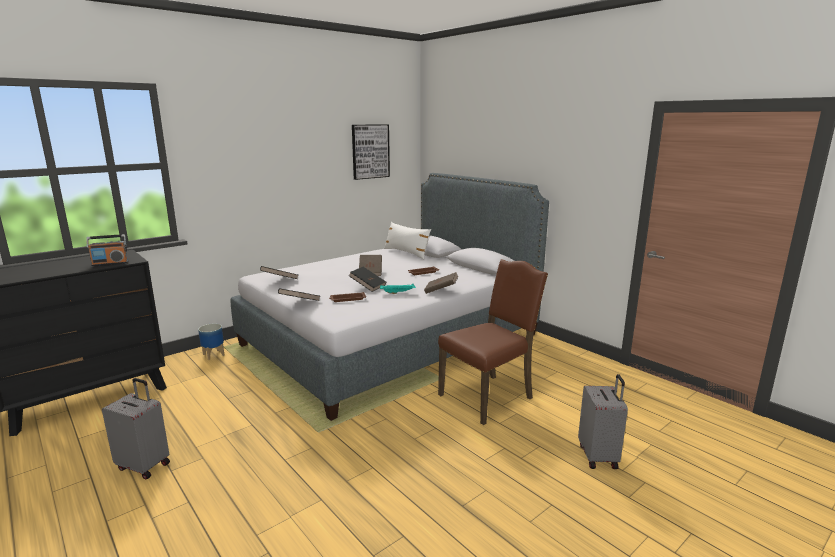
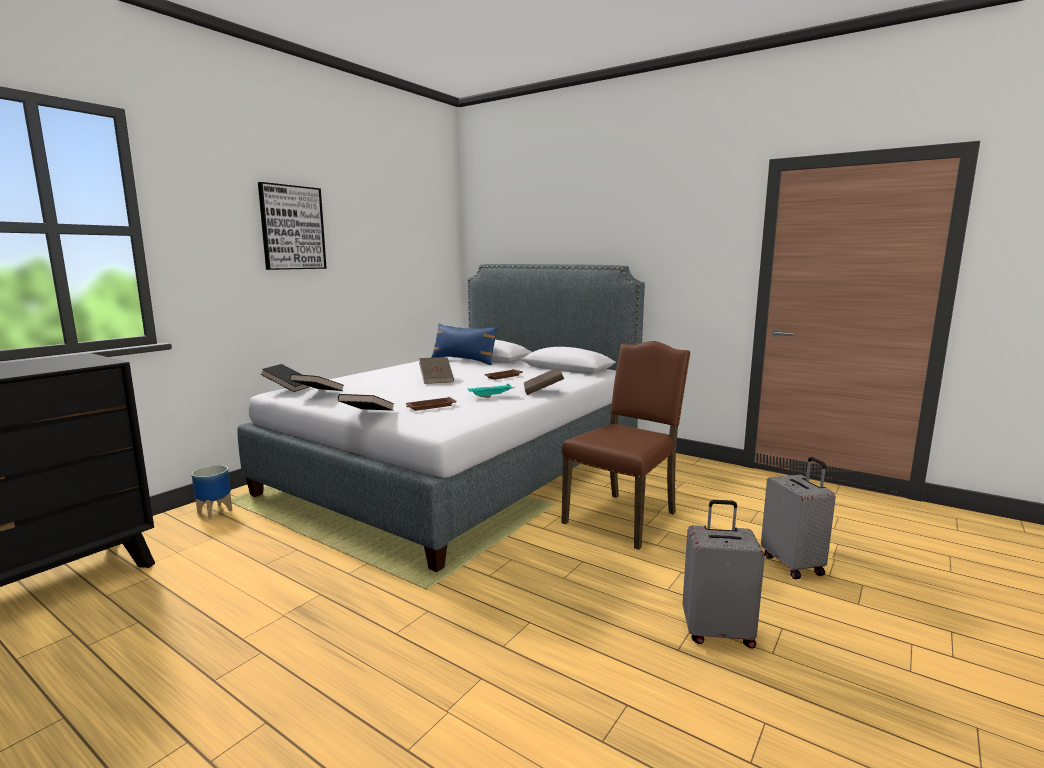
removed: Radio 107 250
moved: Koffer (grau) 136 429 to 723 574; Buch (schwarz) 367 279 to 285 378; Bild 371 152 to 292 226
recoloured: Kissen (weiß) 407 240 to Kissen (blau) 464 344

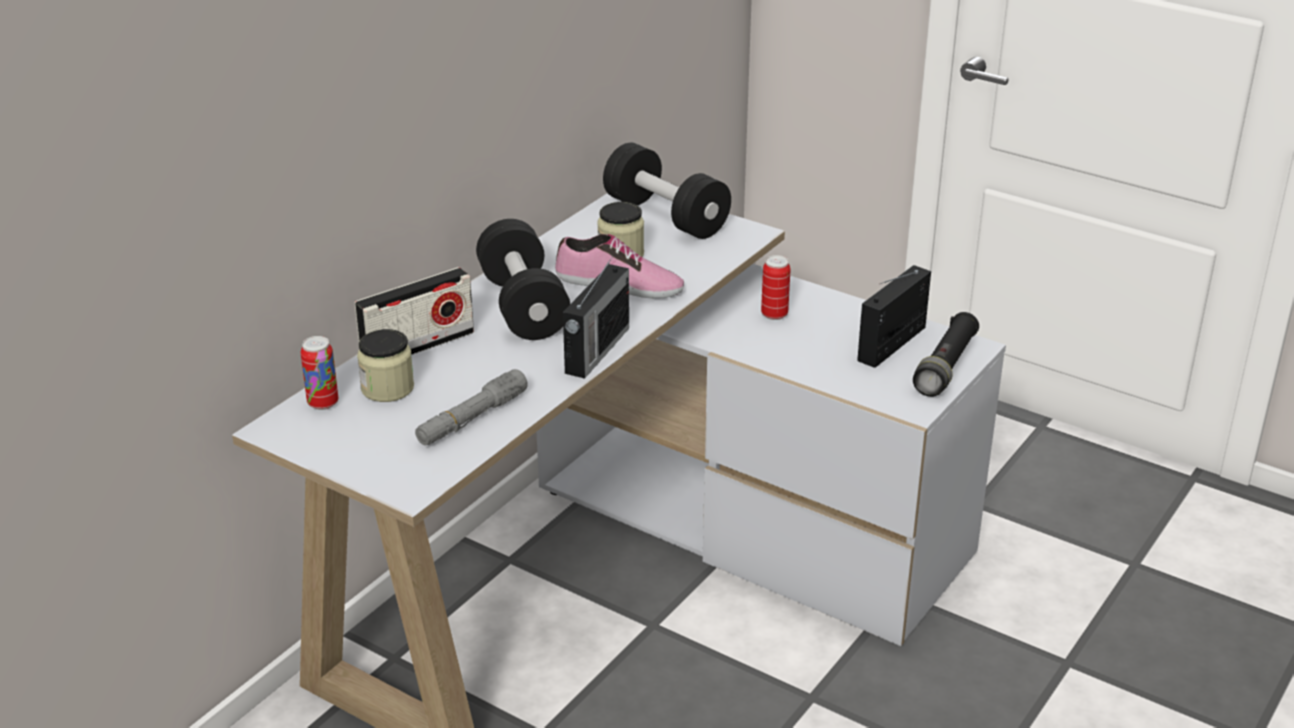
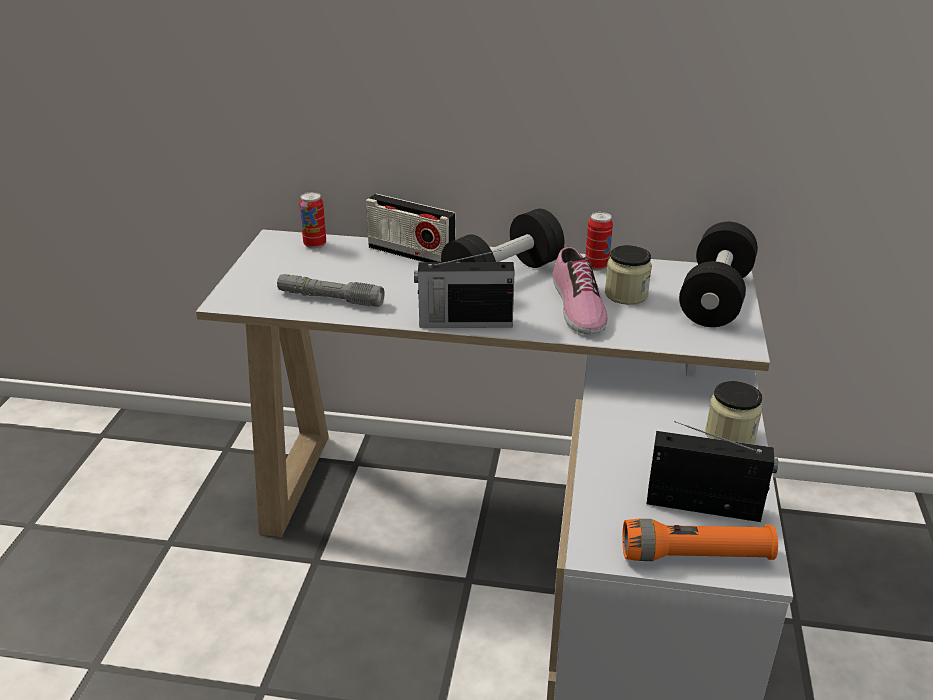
moved: Vorratsglas 385 365 to 733 412; Dose 776 287 to 599 241
recoloured: Taschenlampe (schwarz) 946 354 to Taschenlampe (orange) 700 540

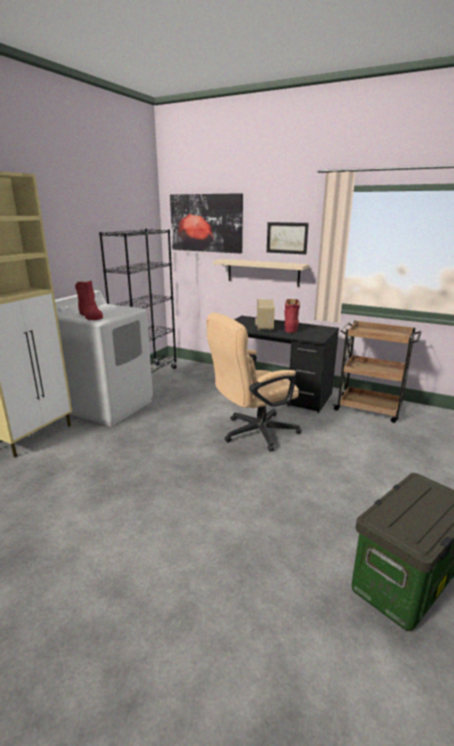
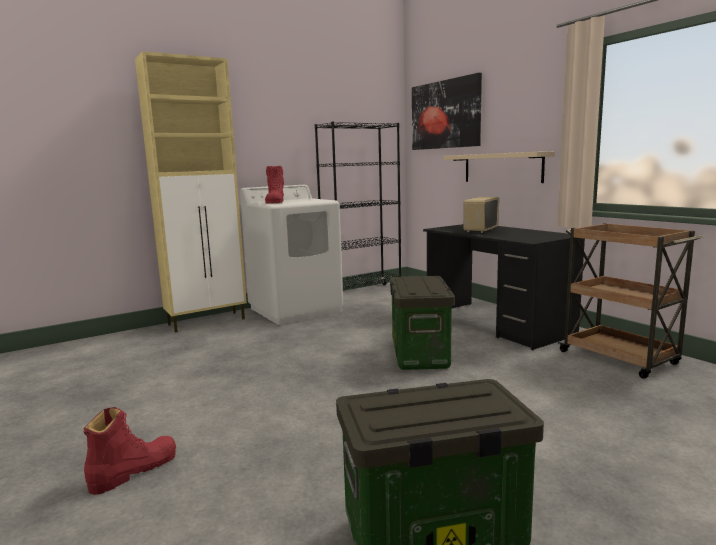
removed: Bild 288 238
moved: Stiefel (rot) 292 316 to 130 451
replaced: Bürostuhl (beige) 254 382 to Aufbewahrungsbox 422 323

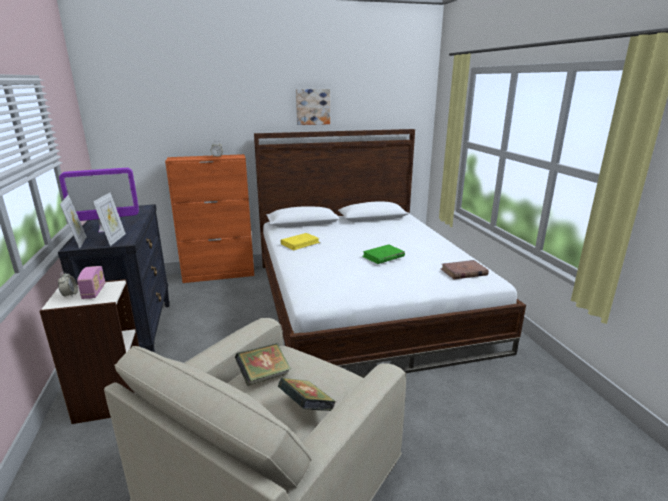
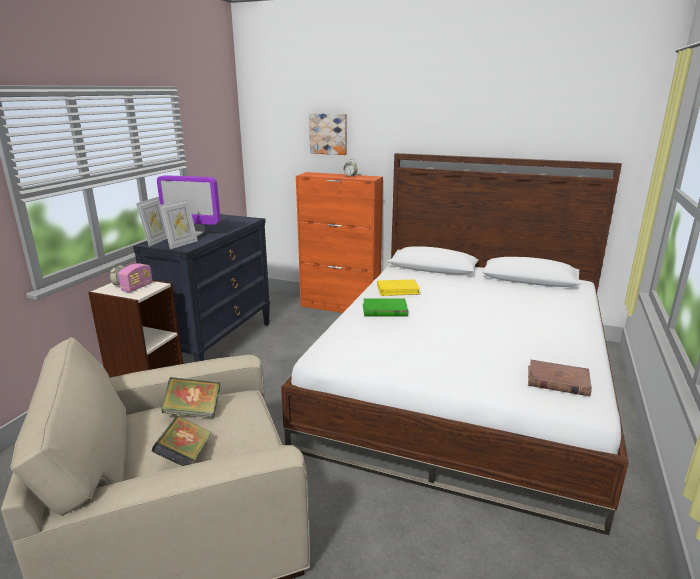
moved: Bild 313 107 to 328 134; Buch (grün) 383 254 to 385 307

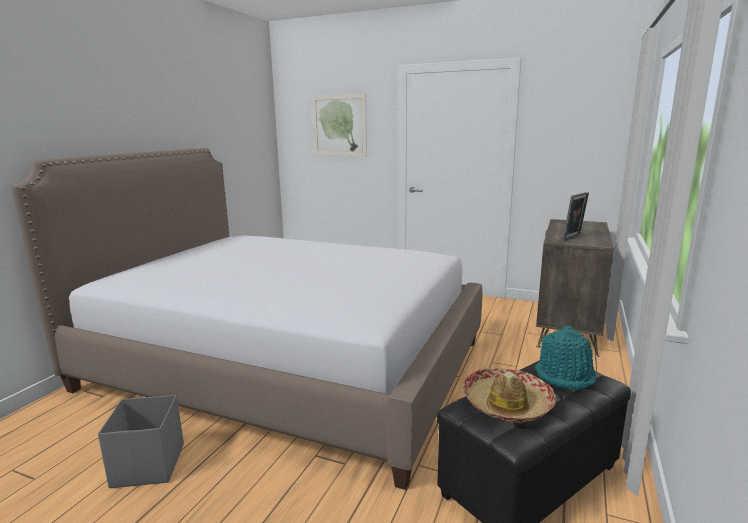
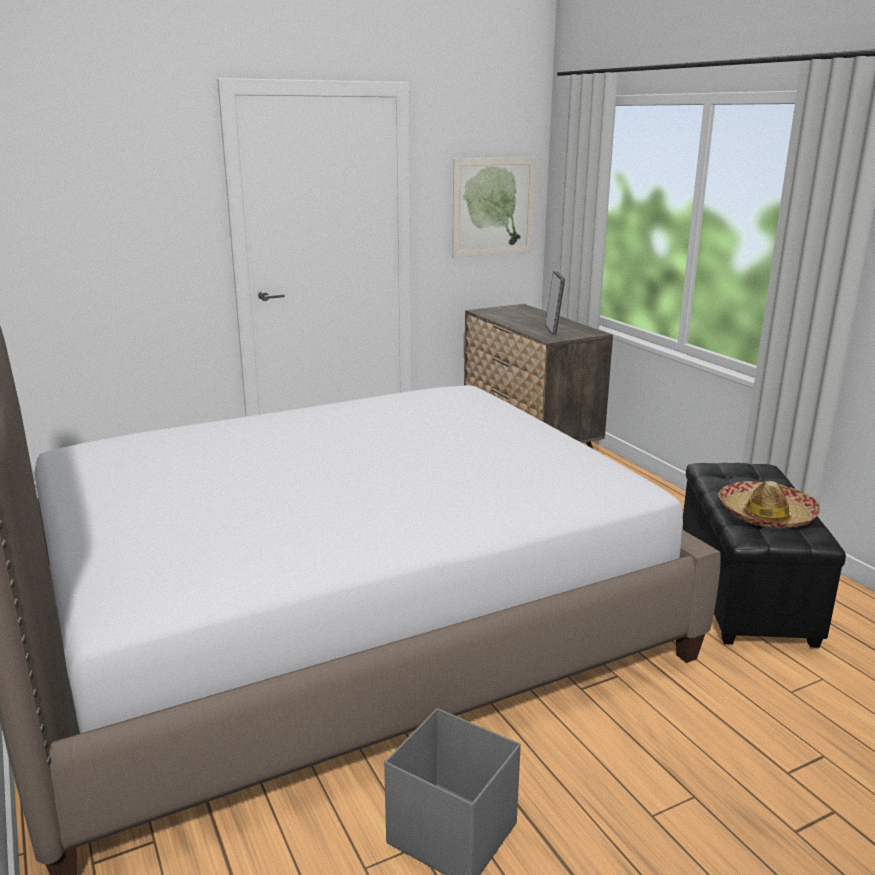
removed: Hut (türkis) 565 357
moved: Bild 339 125 to 494 207

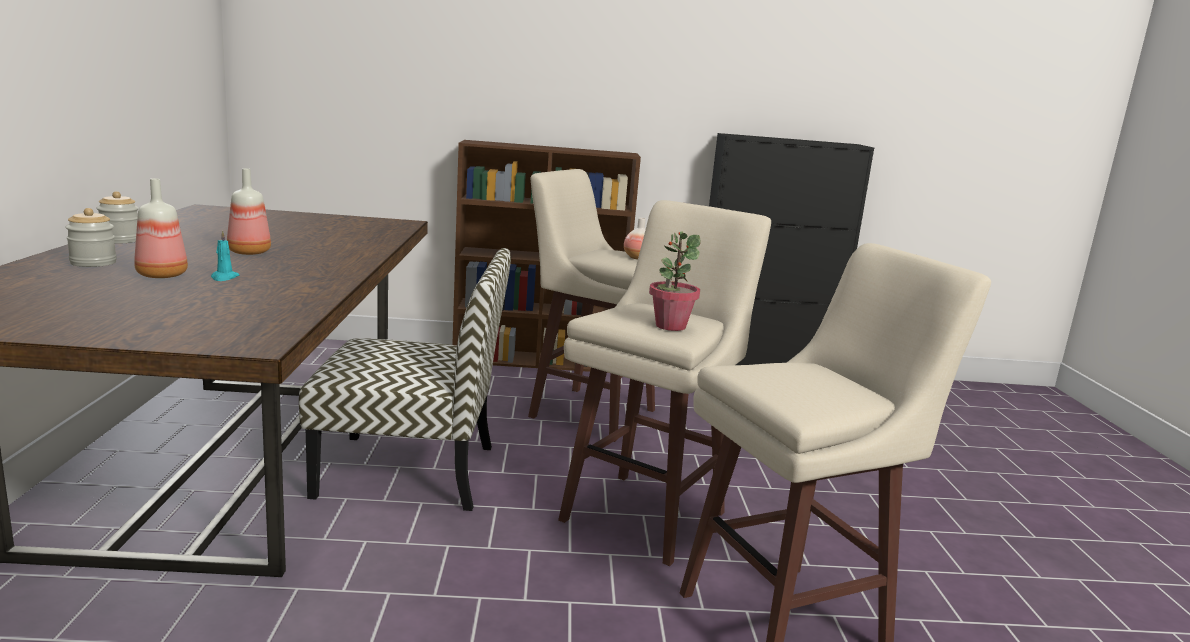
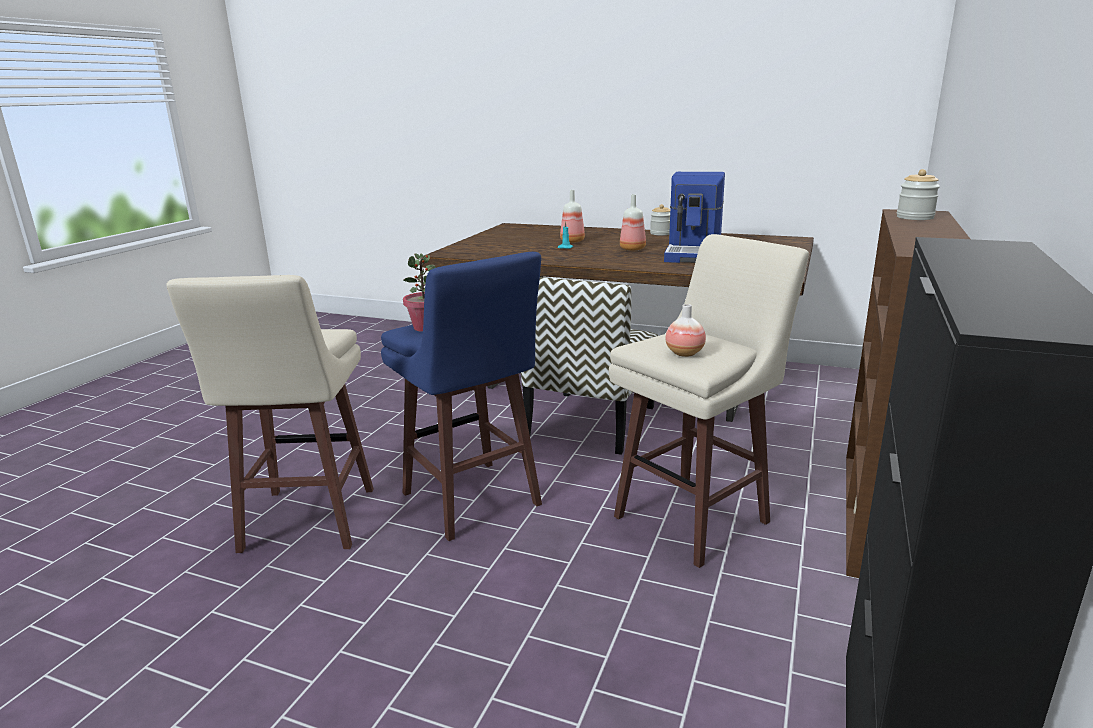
added: Kaffeemaschine 694 217
moved: Vorratsglas 91 237 to 918 194
recoloured: Hocker (beige) 664 383 to Hocker (blau) 461 396

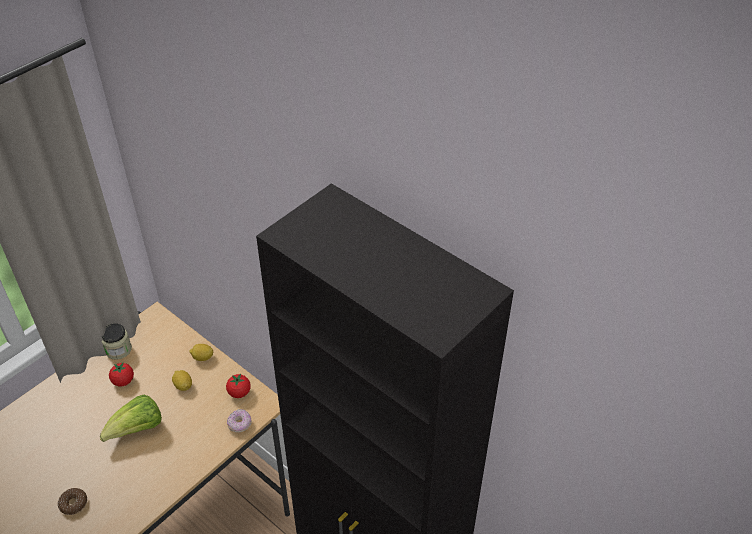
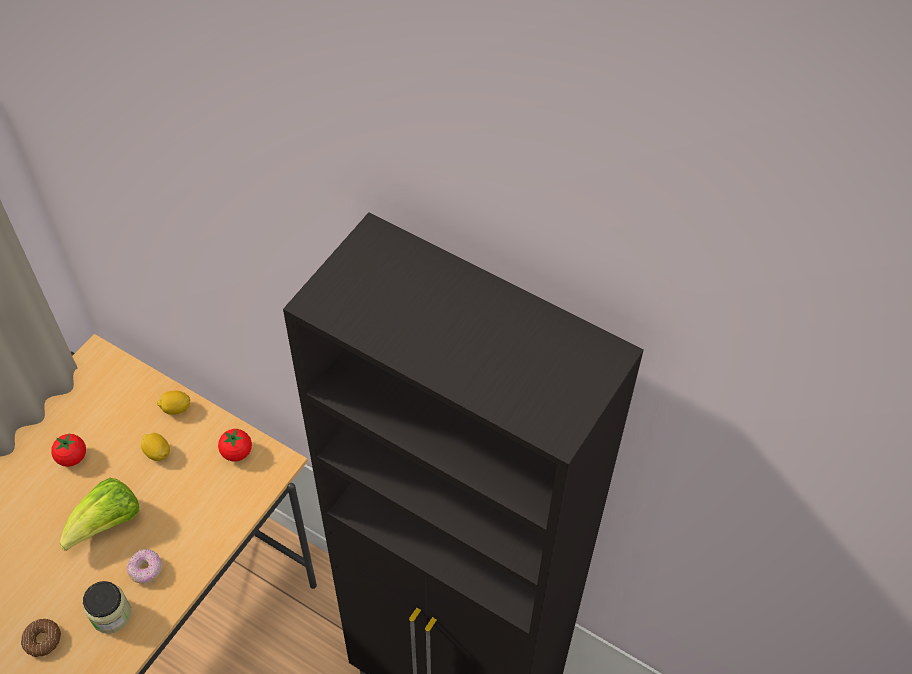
moved: Vorratsglas 117 341 to 107 607; Donut 239 420 to 144 566

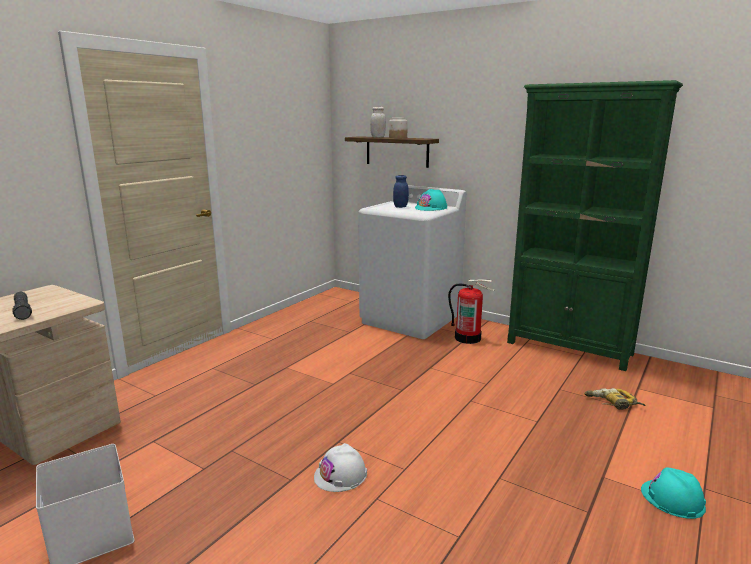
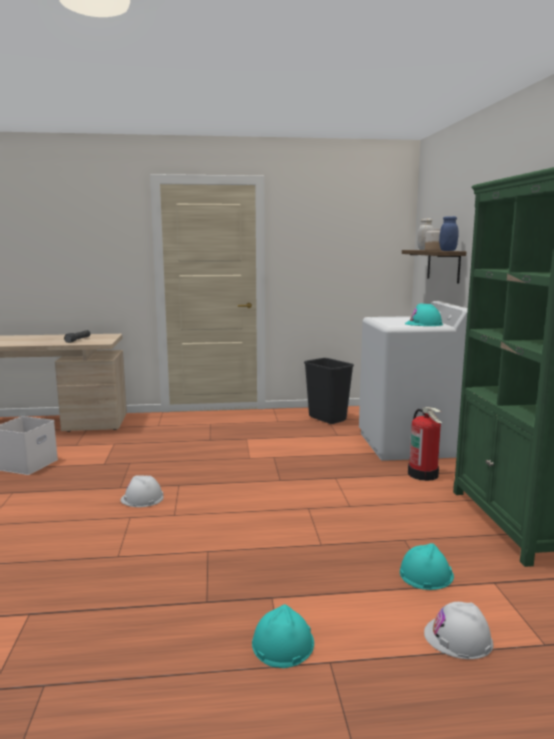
added: Mülleimer (schwarz) 329 391; Schutzhelm (weiß) 458 630
moved: Vorratsglas (blau) 401 191 to 448 233
replaced: Bohrmaschine 615 399 to Schutzhelm (türkis) 427 566

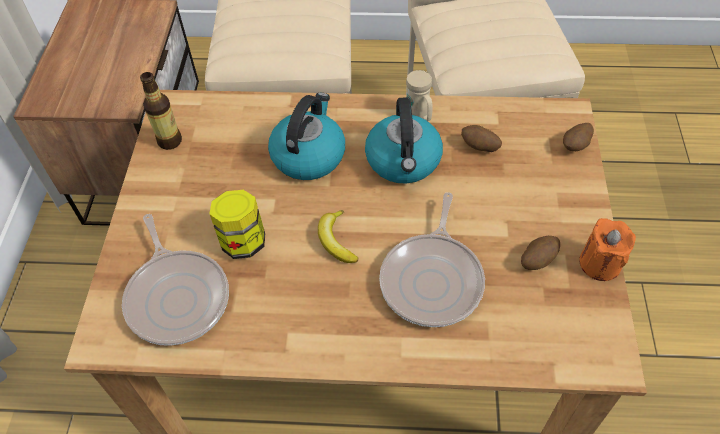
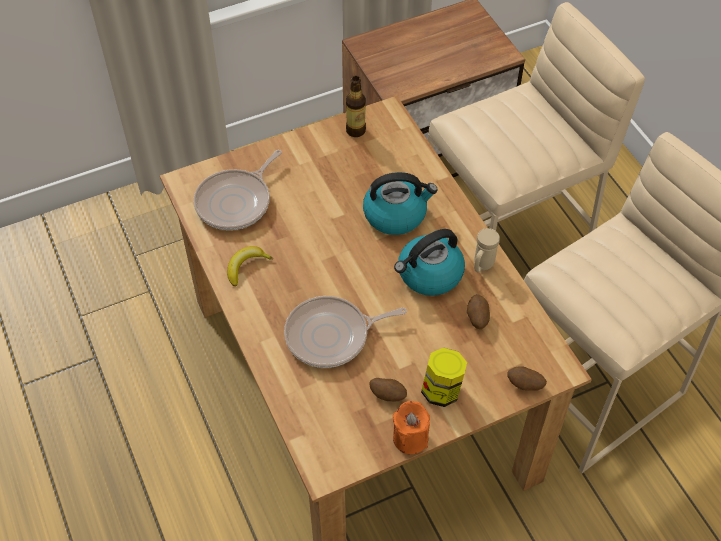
moved: Vorratsglas 237 224 to 444 377; Banane 338 236 to 250 266

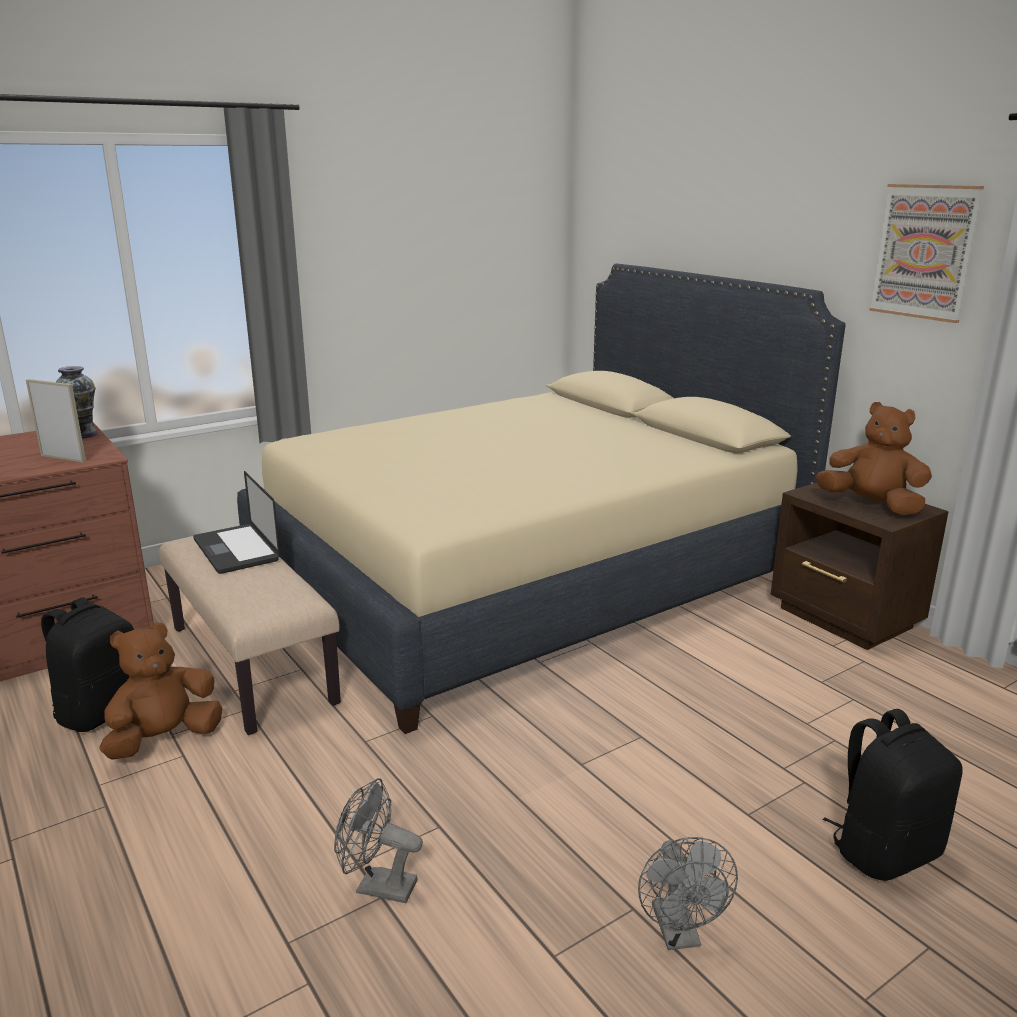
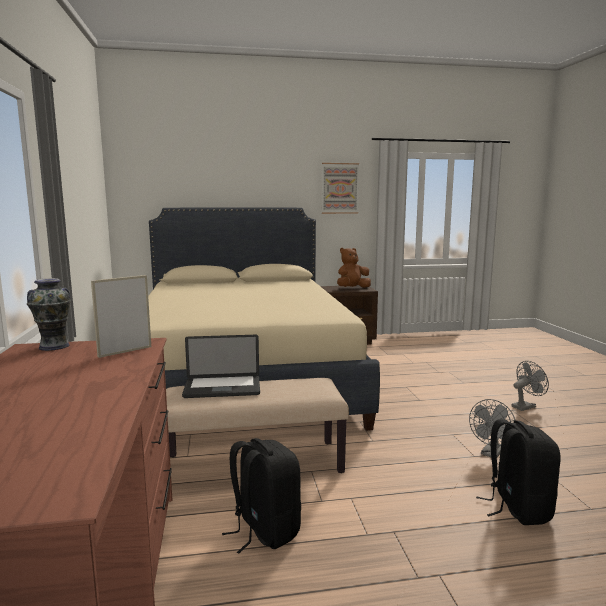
removed: Plüschtier (braun) 160 691
moved: Rucksack (schwarz) 893 795 to 518 472
turned: Ventilator (grau) 688 893 = 530 386 45 degrees counterclockwise

